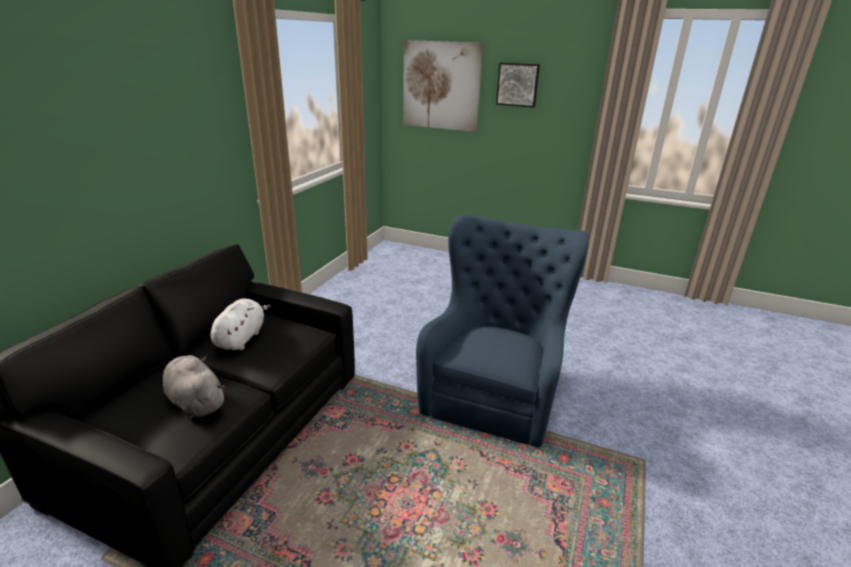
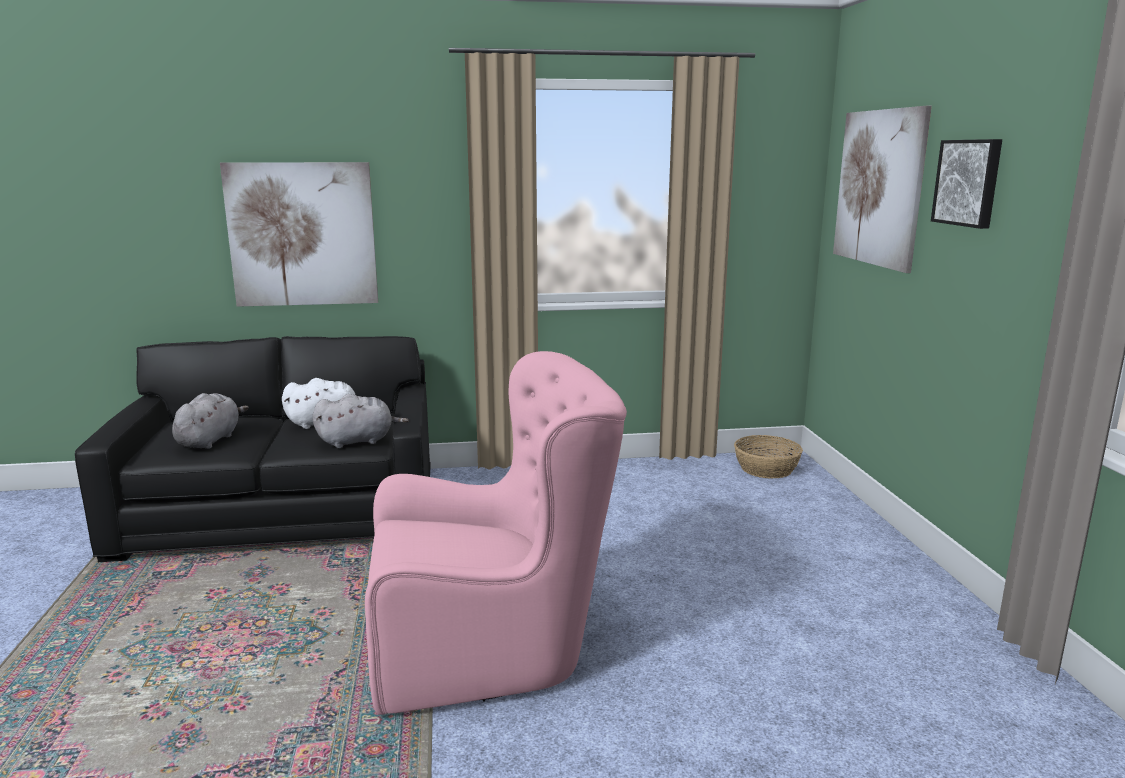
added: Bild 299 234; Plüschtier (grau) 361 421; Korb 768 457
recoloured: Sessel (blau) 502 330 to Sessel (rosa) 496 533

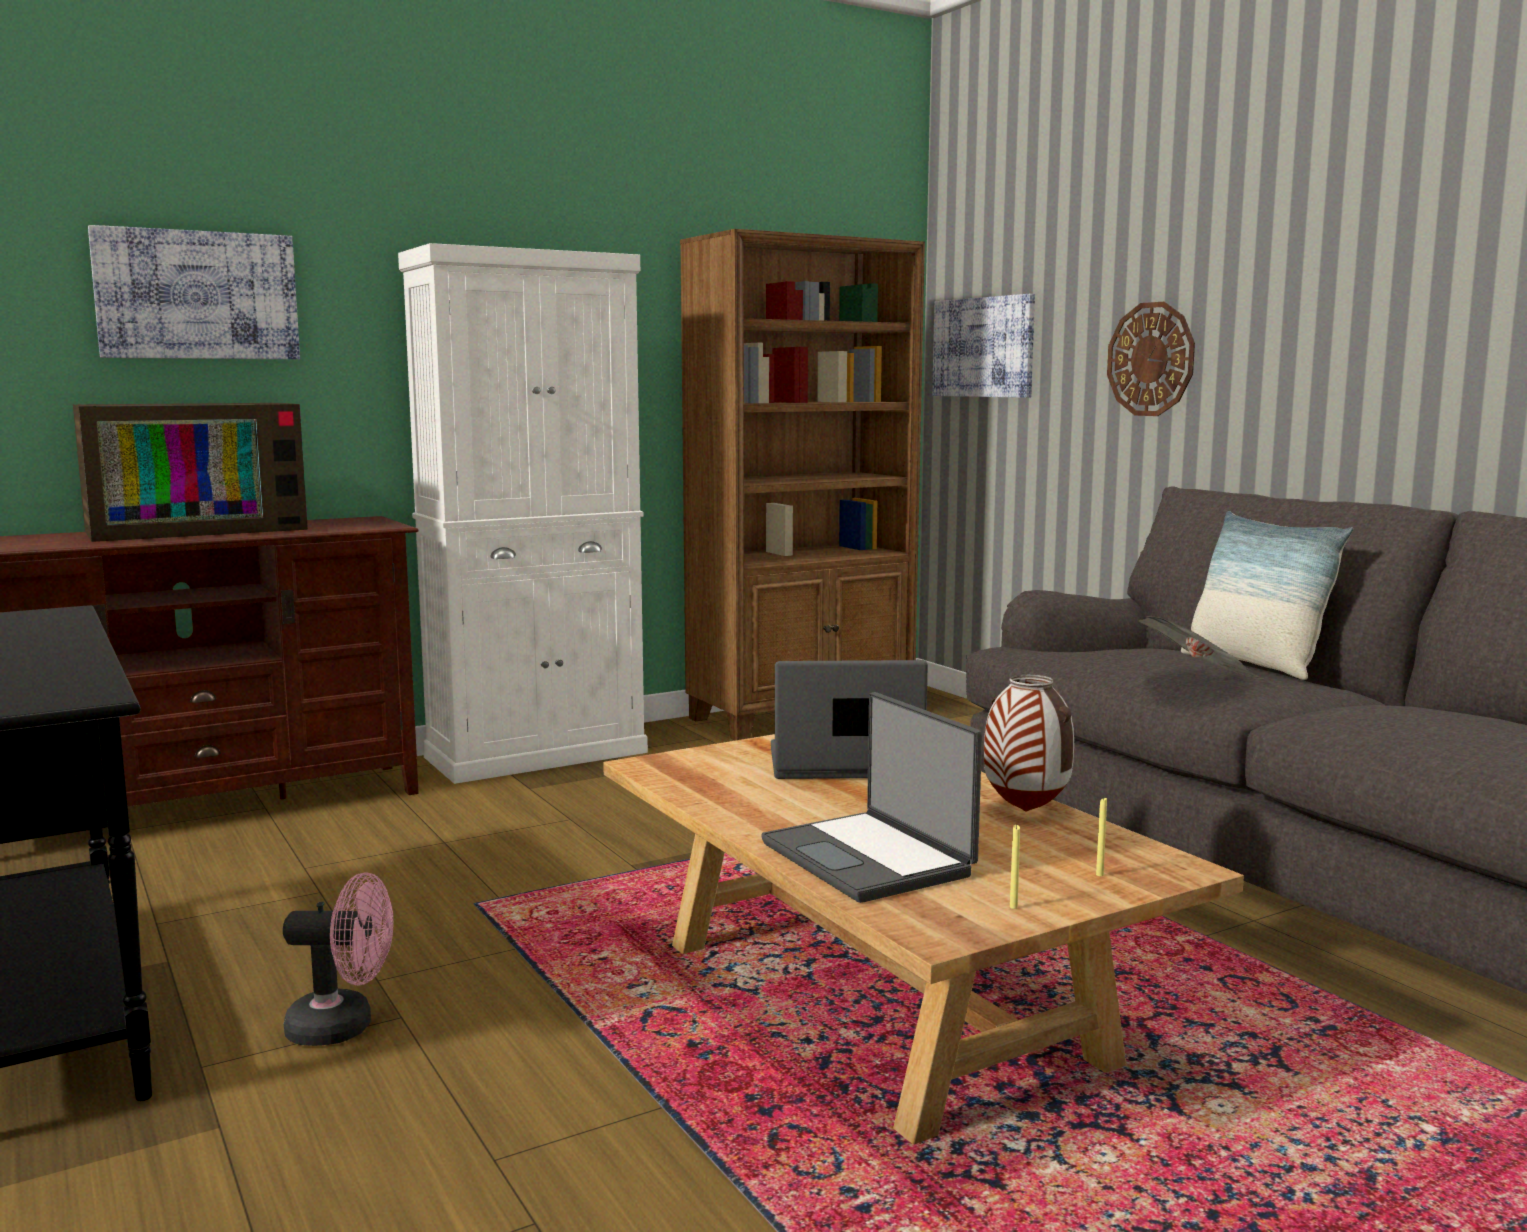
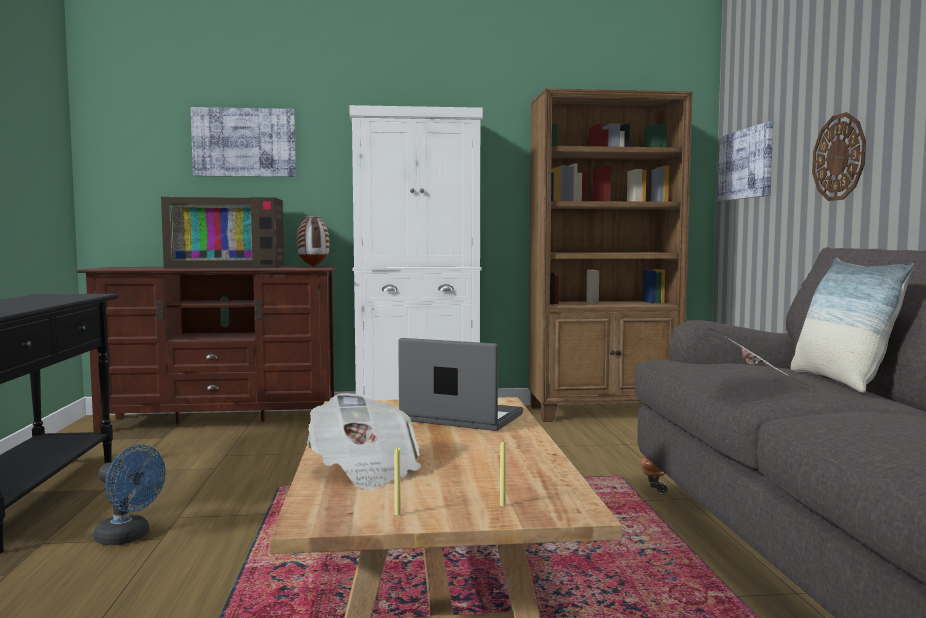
moved: Vase 1029 743 to 313 241
replaced: Laptop 871 797 to Zeitung 364 441
recoloured: Ventilator (rosa) 338 959 to Ventilator (blau) 130 495

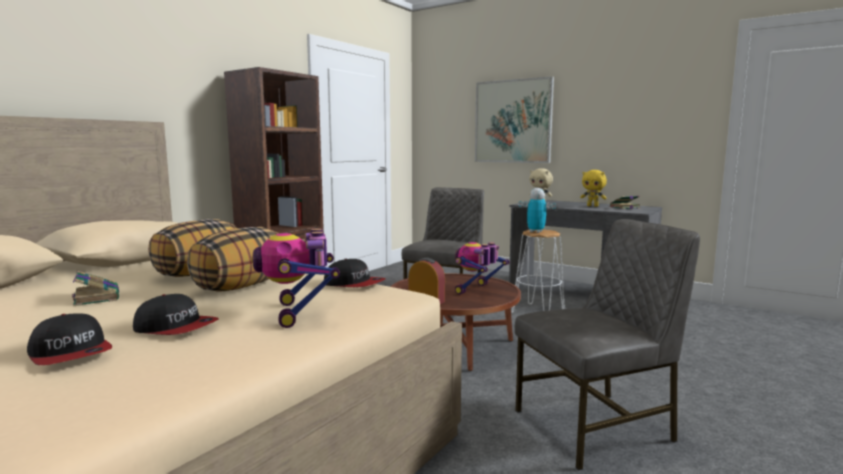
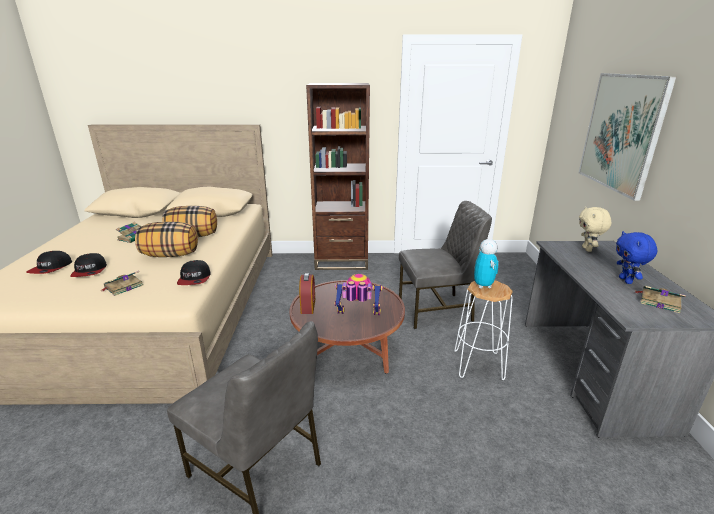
replaced: Spielzeugroboter 295 278 to Buch 122 283
recoloured: Plüschtier (gelb) 593 188 to Plüschtier (blau) 636 257

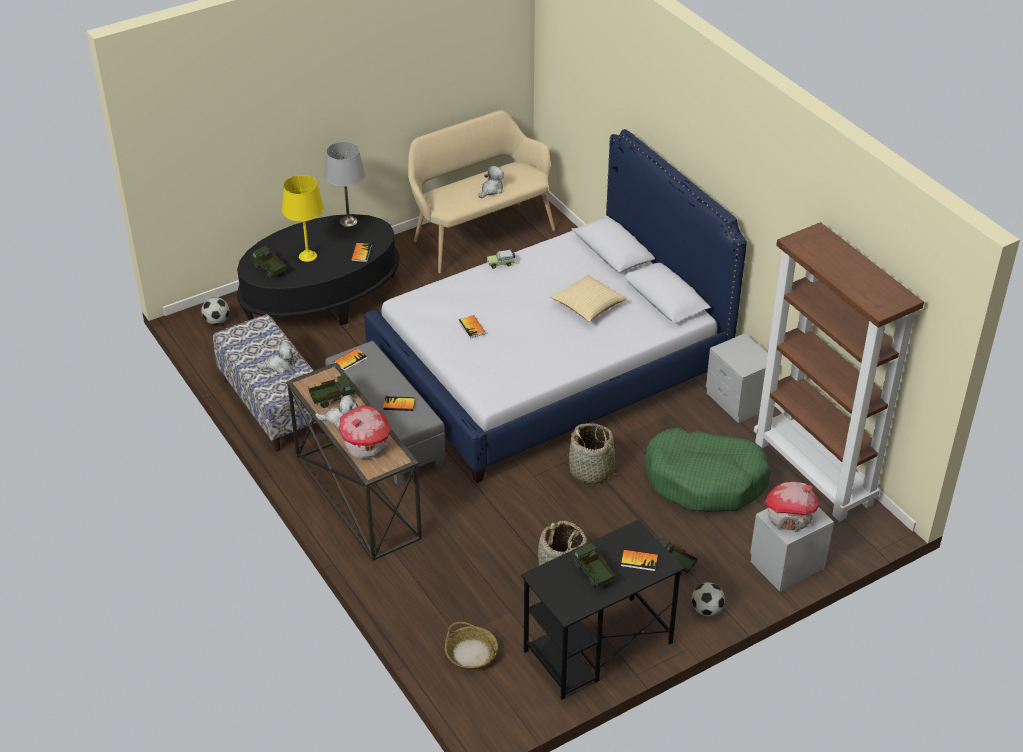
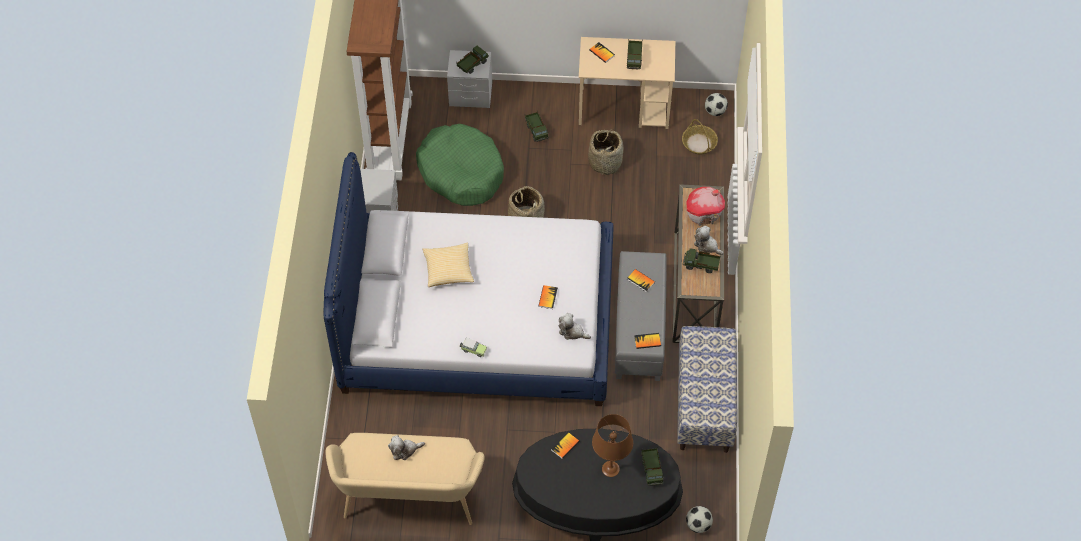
removed: Tischlampe (grau) 344 184
moved: Plüschtier 276 357 to 575 326; Fußball 708 599 to 716 104
replaced: Spielzeughaus 792 507 to Spielzeuglaster 473 60
recoloured: Tischlampe (gelb) 303 218 to Tischlampe (braun) 612 445; Schreibtisch (schwarz) 602 609 to Schreibtisch (beige) 627 83

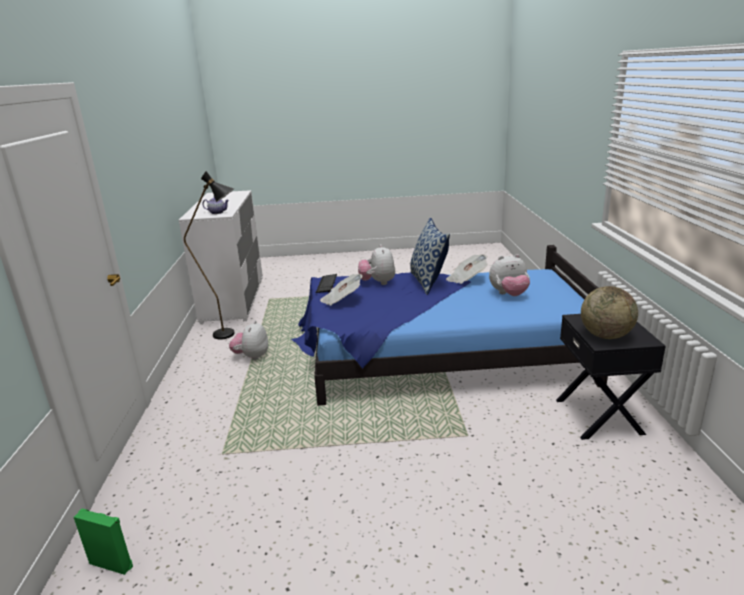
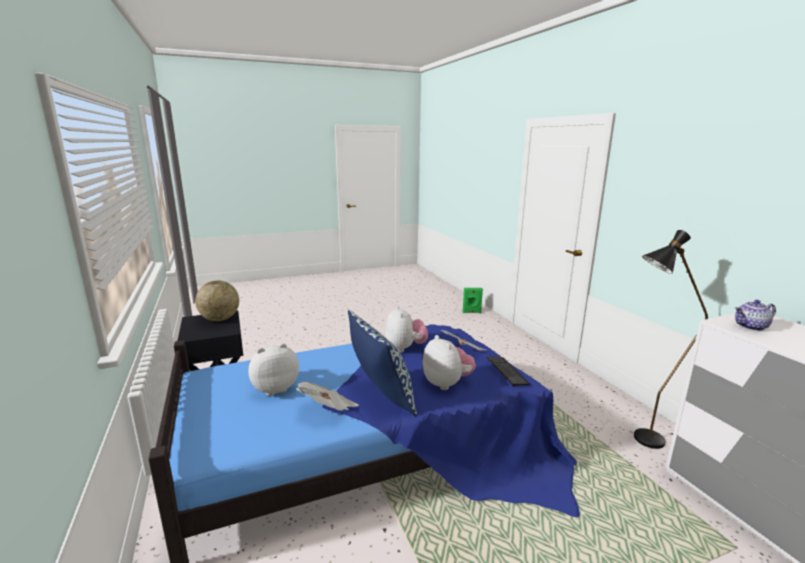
moved: Plüschtier 248 340 to 406 329

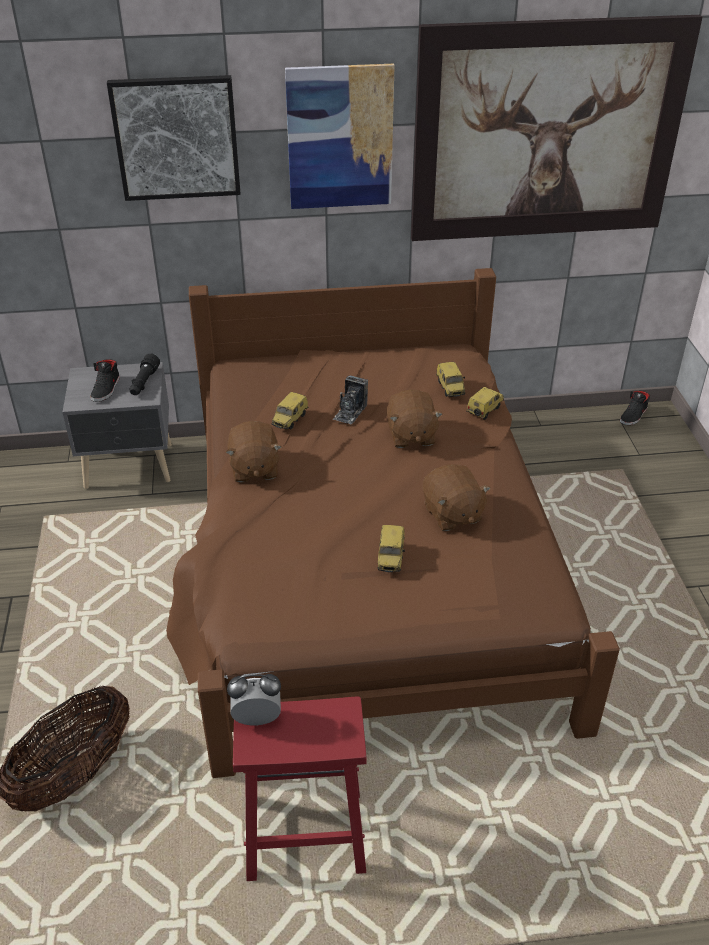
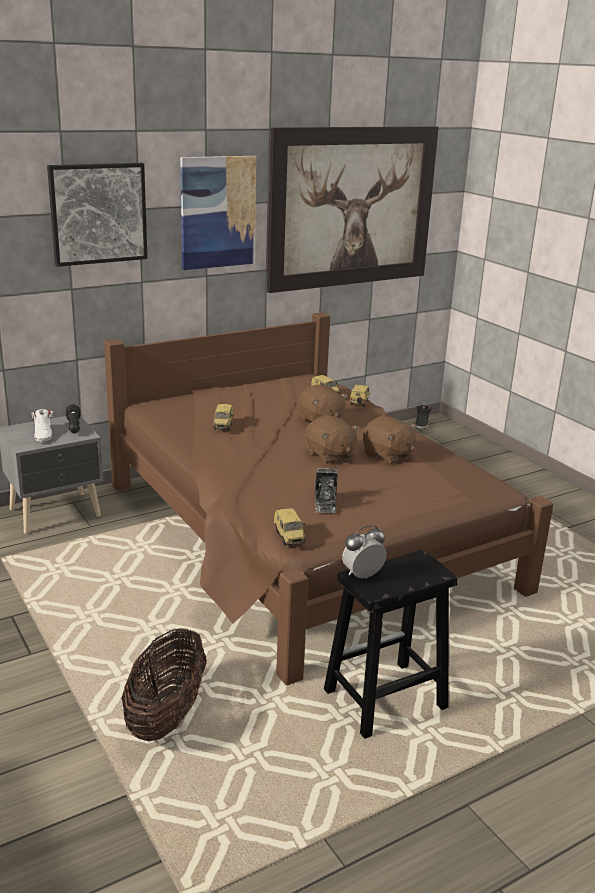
moved: Plüschtier (braun) 253 452 to 332 439; Kamera 350 399 to 326 490; Spielzeugauto 391 548 to 289 527
recoloured: Schuh (schwarz) 105 380 to Schuh (weiß) 42 425; Hocker (rot) 300 788 to Hocker (schwarz) 391 644

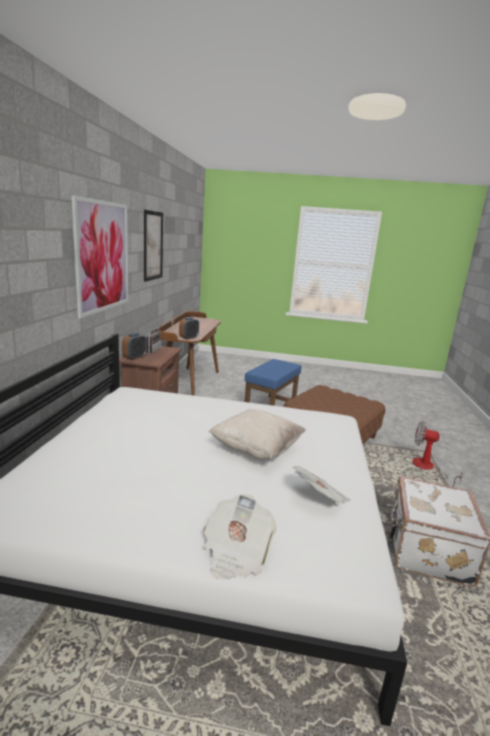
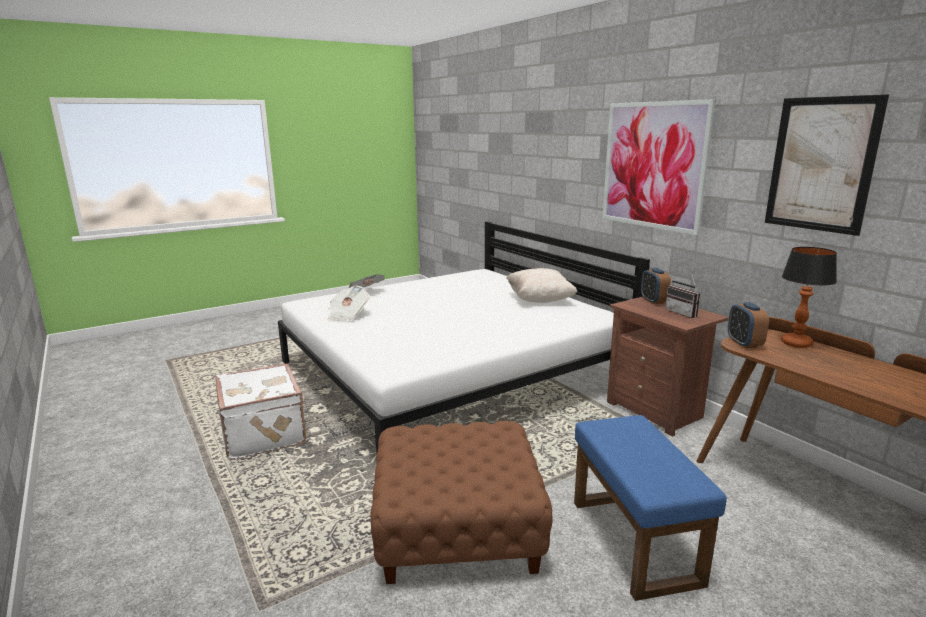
removed: Ventilator 437 454
added: Tischlampe 809 297
moved: Kissen (beige) 257 434 to 541 285

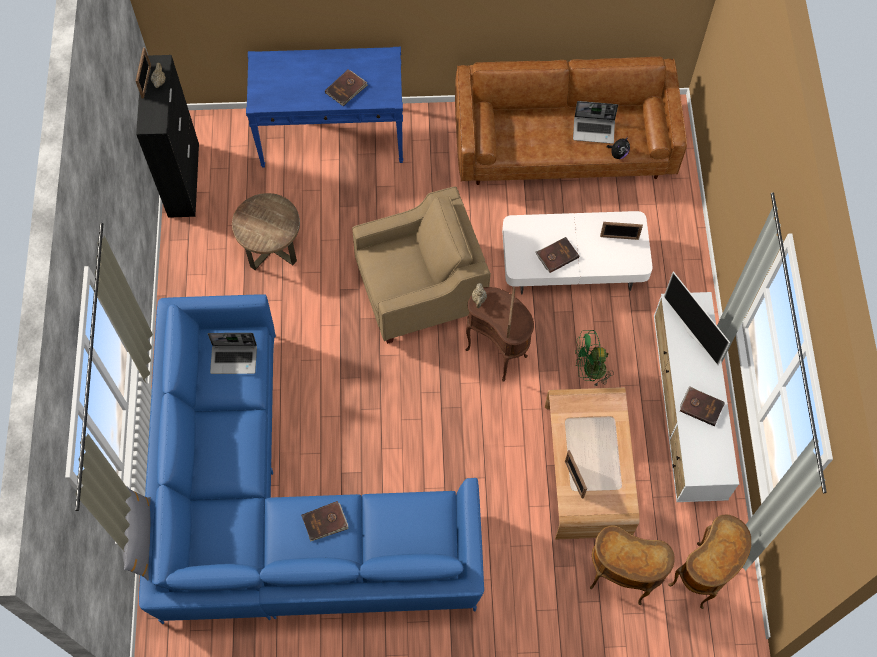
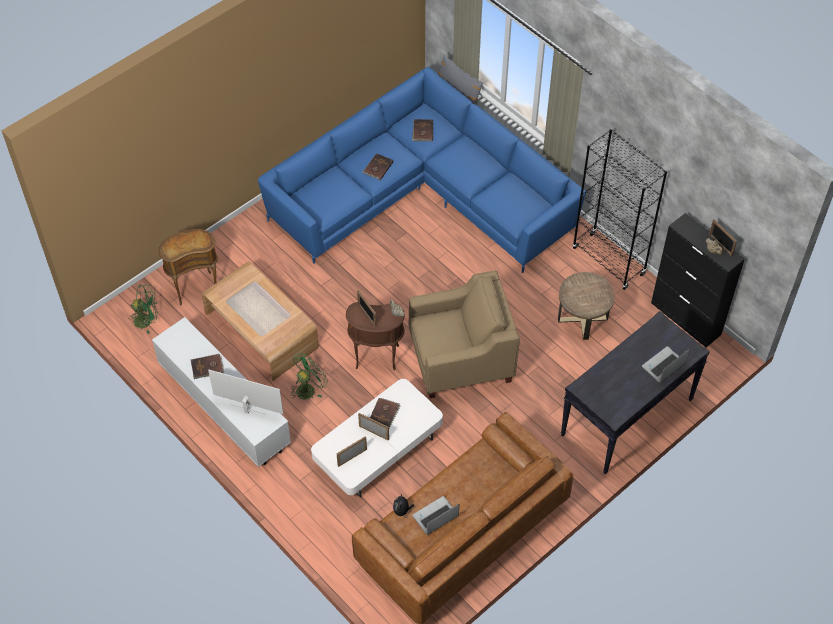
added: Bücherregal (schwarz) 620 209
moved: Laptop 232 353 to 666 364; Buch (braun) 346 88 to 422 130; Bilderrahmen 576 474 to 373 427
replaced: Beistelltisch (braun) 709 561 to Ventilator (grün) 143 309
recoloured: Konsolentisch (blau) 324 107 to Konsolentisch (schwarz) 635 393
turned: Sessel (beige) 421 265 = 464 334 135 degrees counterclockwise

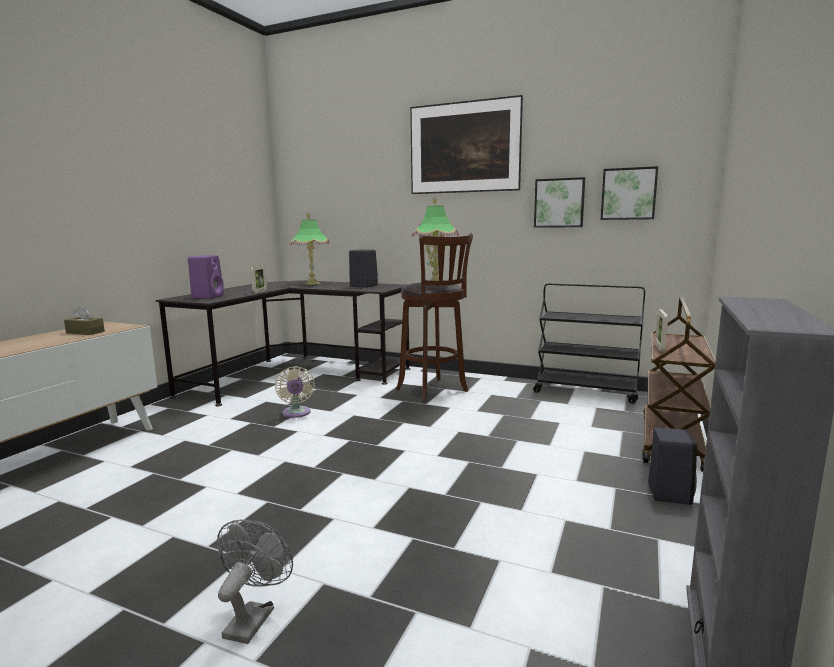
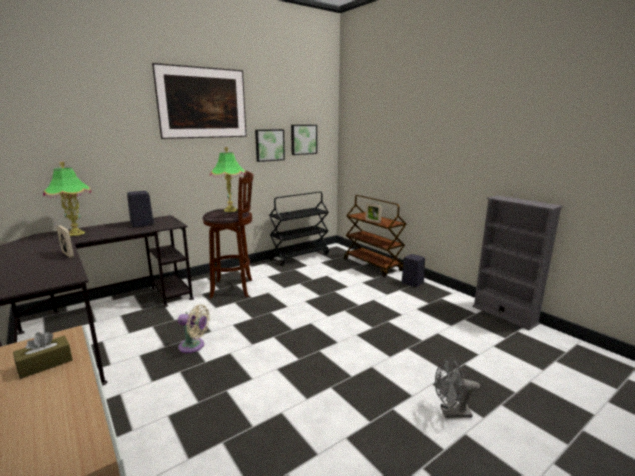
removed: Lautsprecher (lila) 206 277
turned: Ventilator (grau) 255 582 = 457 388 45 degrees counterclockwise

